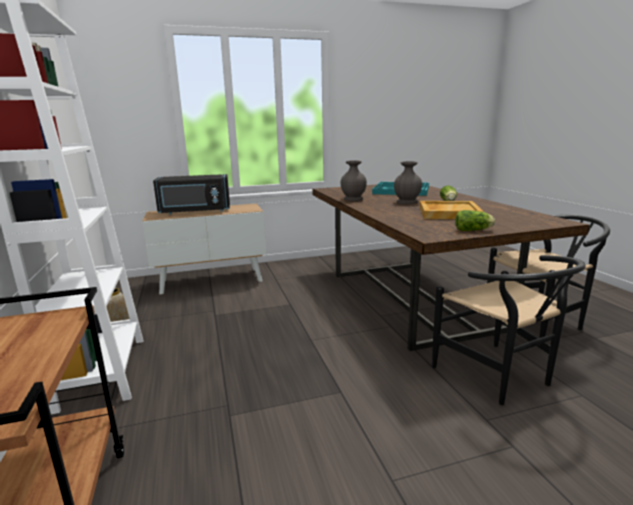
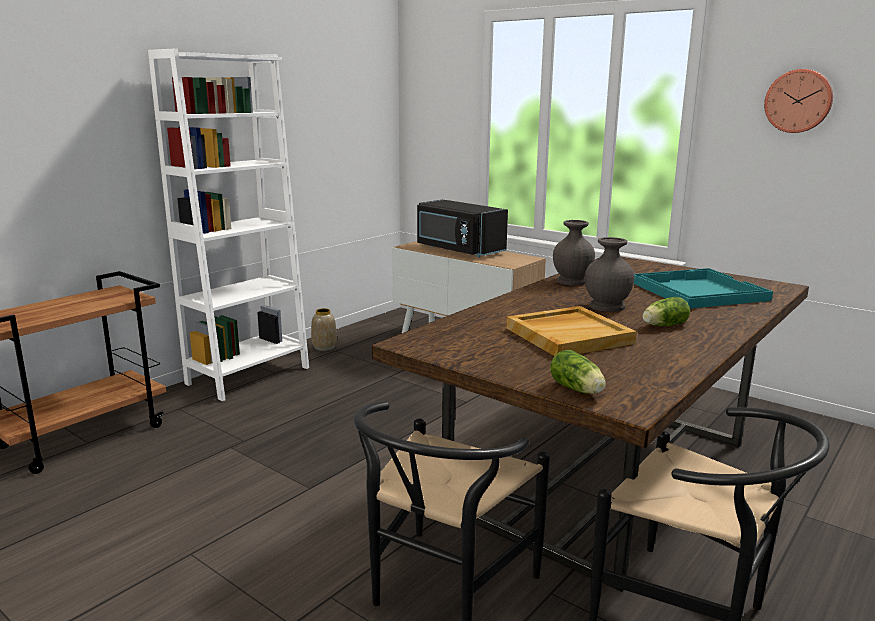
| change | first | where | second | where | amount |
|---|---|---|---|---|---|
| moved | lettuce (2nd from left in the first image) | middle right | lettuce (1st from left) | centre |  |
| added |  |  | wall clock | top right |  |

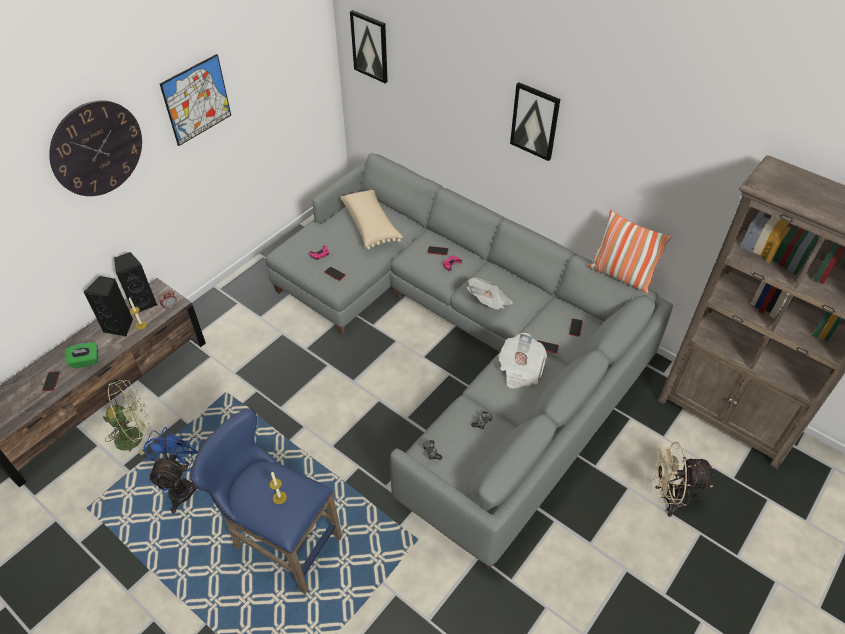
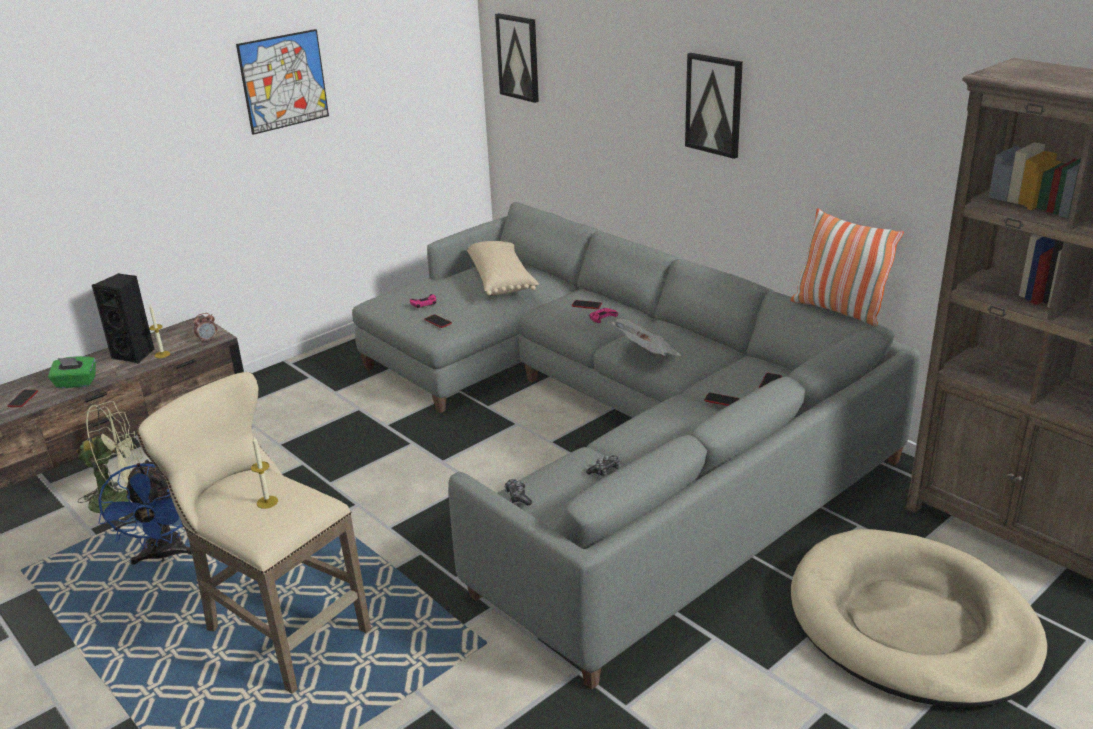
| change | first | where | second | where | amount |
|---|---|---|---|---|---|
| removed | wall clock | top left |  |  |  |
| removed | speaker/black (2nd from left) | middle left |  |  |  |
| turned | fan/blue | bottom left |  | bottom left | 150 degrees clockwise |
| recoloured | stool/blue | bottom left | stool/beige | bottom left |  |
| removed | newspaper (2nd from left) | centre |  |  |  |
| replaced | fan/beige | bottom right | dog bed/beige | bottom right |  |

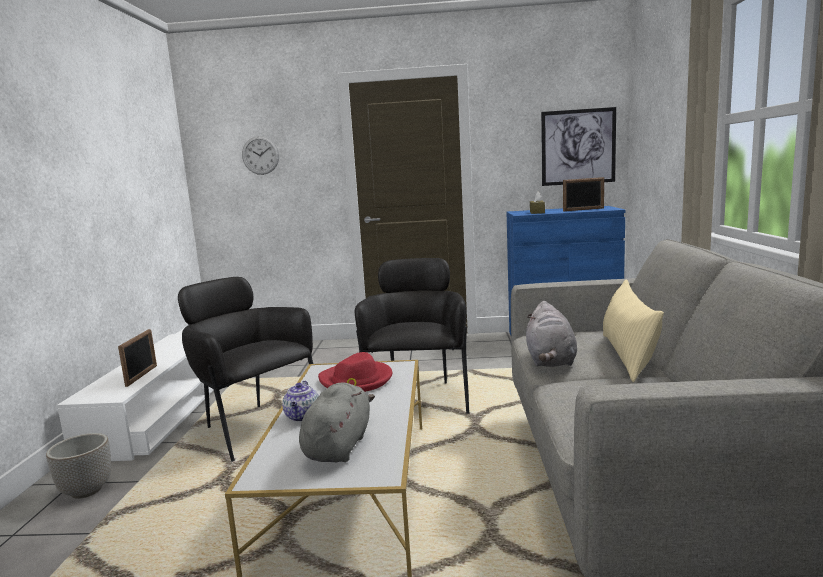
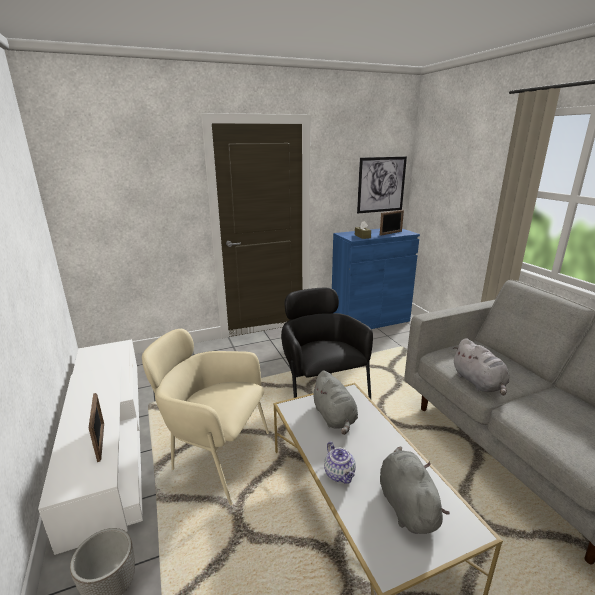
| change | first | where | second | where | amount |
|---|---|---|---|---|---|
| recoloured | armchair/black (1st from left) | middle left | armchair/beige | bottom centre |  |
| removed | wall clock | top left |  |  |  |
| replaced | hat/red | centre | plush toy/grey (1st from left) | bottom centre |  |
| removed | pillow/beige | middle right |  |  |  |

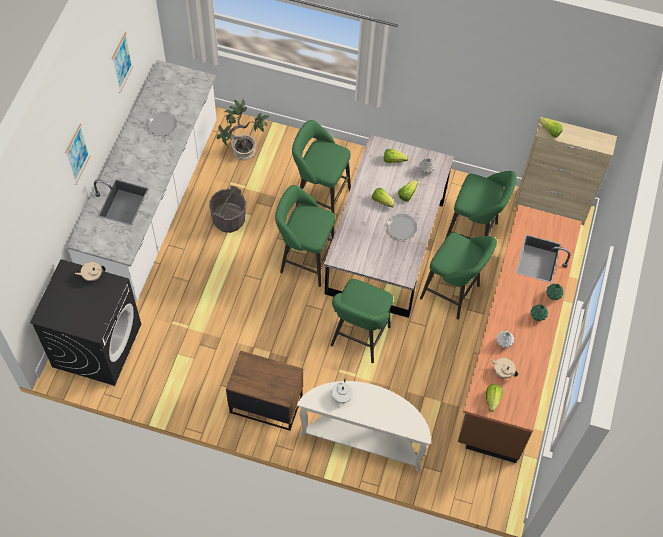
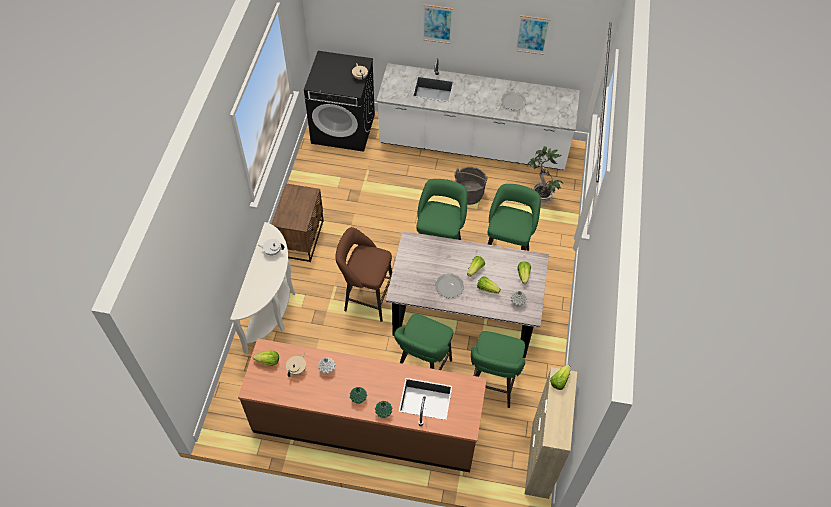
| change | first | where | second | where | amount |
|---|---|---|---|---|---|
| recoloured | stool/green (3rd from left) | centre | stool/brown | centre |  |

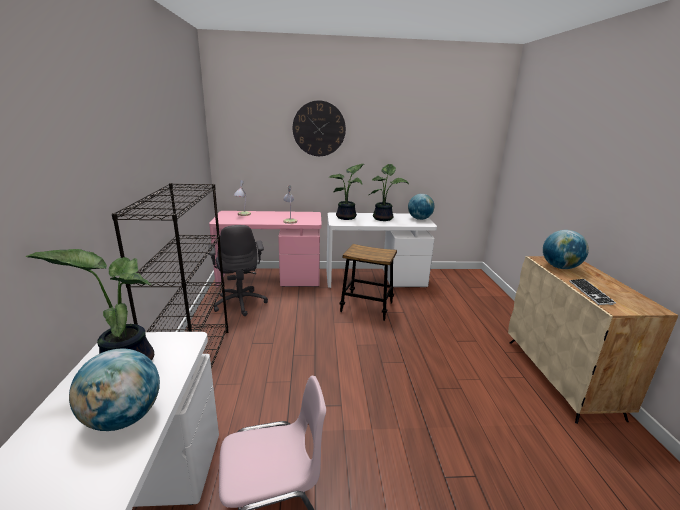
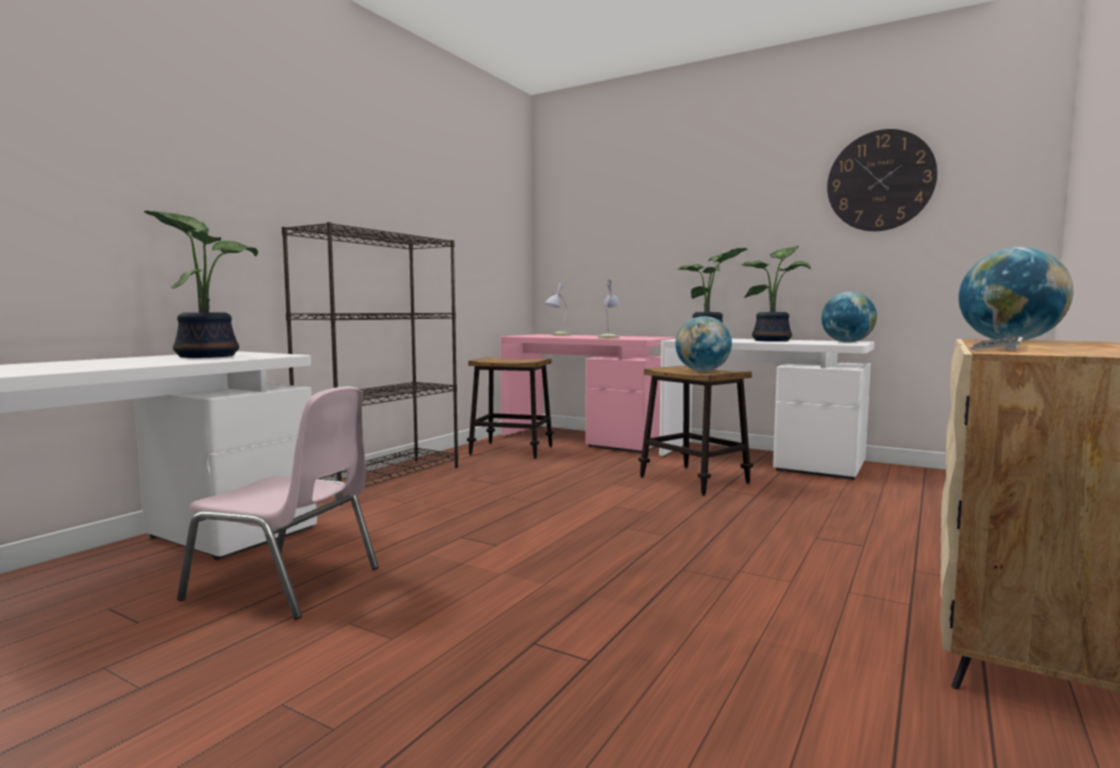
| change | first | where | second | where | amount |
|---|---|---|---|---|---|
| moved | globe (1st from left) | bottom left |  | centre |  |
| replaced | office chair/grey | centre | stool (1st from left) | centre |  |
| moved | wall clock | top centre |  | top right |  |

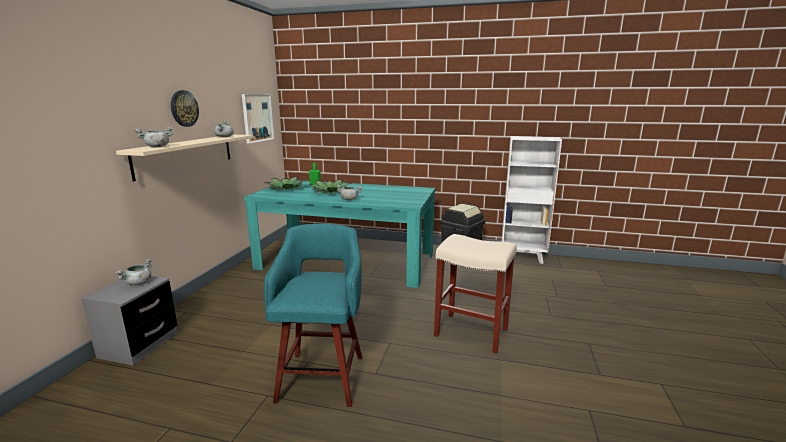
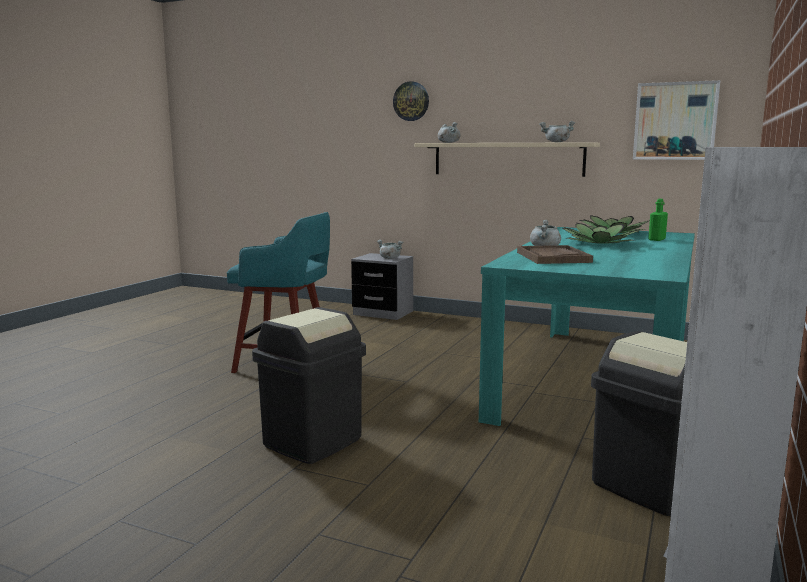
| change | first | where | second | where | amount |
|---|---|---|---|---|---|
| moved | wall clock | top left |  | top centre |  |
| replaced | stool/beige | centre | trash can/black (1st from left) | centre |  |
| added |  |  | tray/brown | middle right |  |

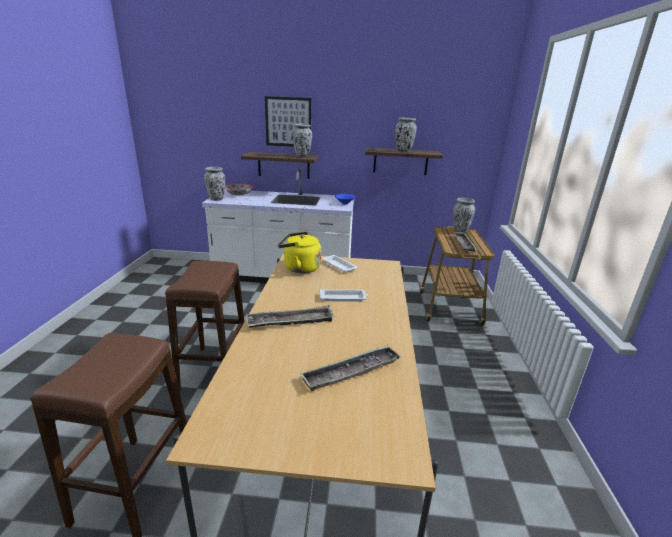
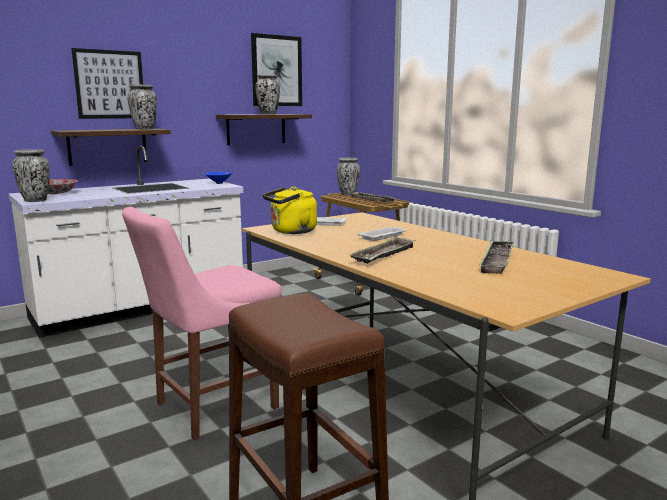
| change | first | where | second | where | amount |
|---|---|---|---|---|---|
| replaced | stool/brown (2nd from left) | middle left | chair/pink | middle left |  |
| added |  |  | picture (2nd from left) | top centre |  |

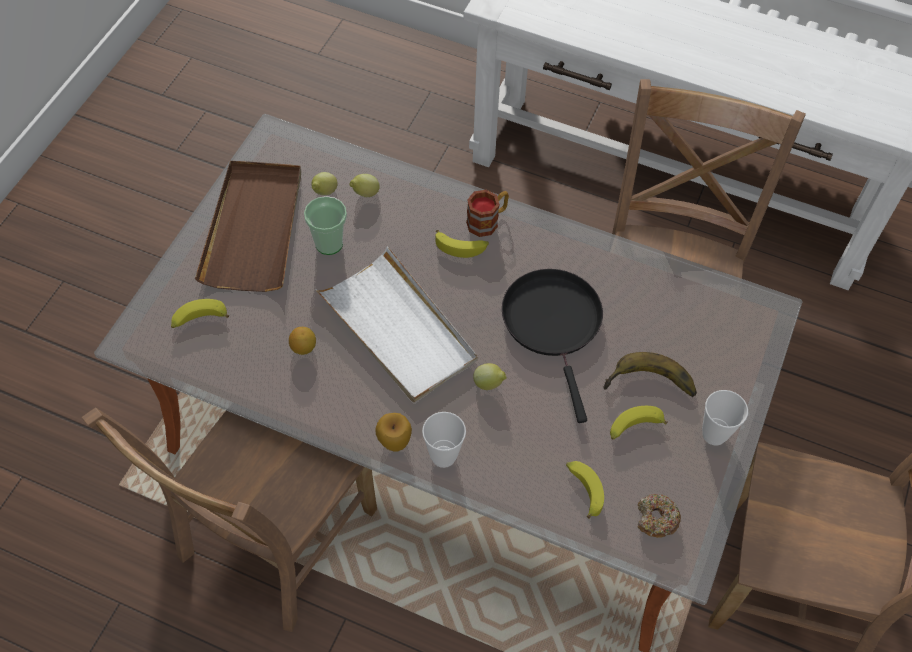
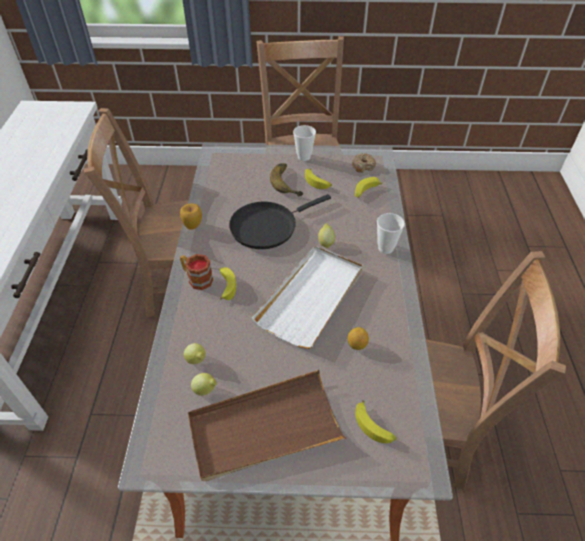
| change | first | where | second | where | amount |
|---|---|---|---|---|---|
| removed | cup (1st from left) | centre |  |  |  |
| moved | apple | centre |  | middle left |  |

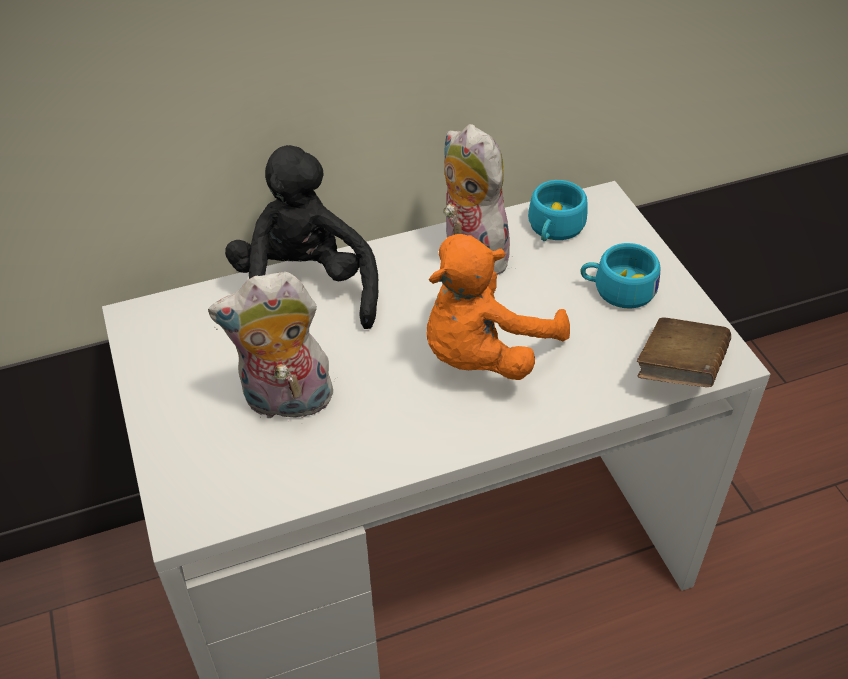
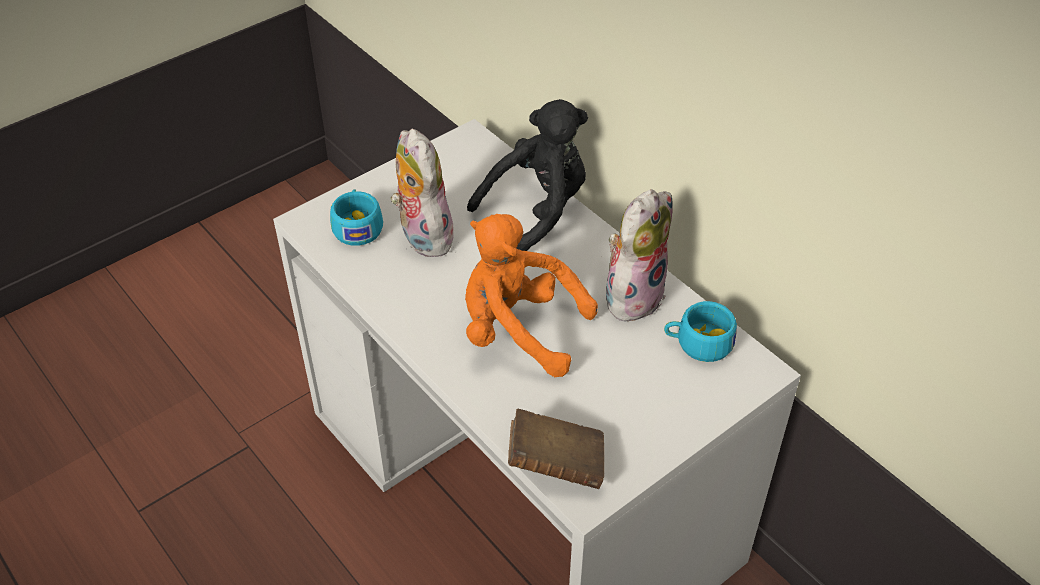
| change | first | where | second | where | amount |
|---|---|---|---|---|---|
| moved | cup/turquoise (2nd from left in the first image) | middle right | cup/turquoise (1st from left) | centre |  |

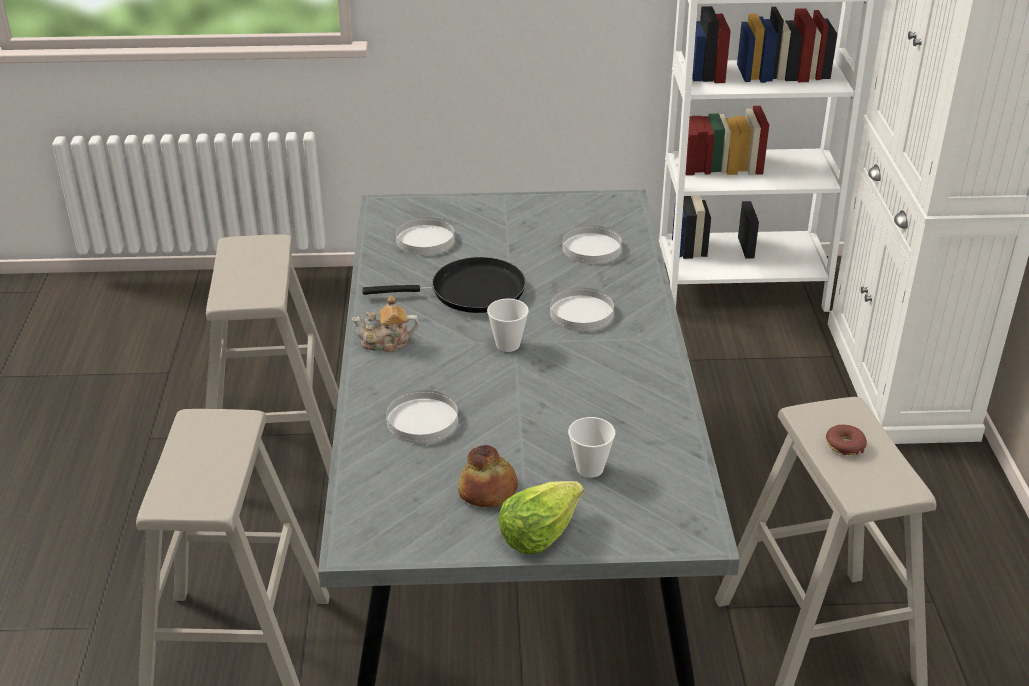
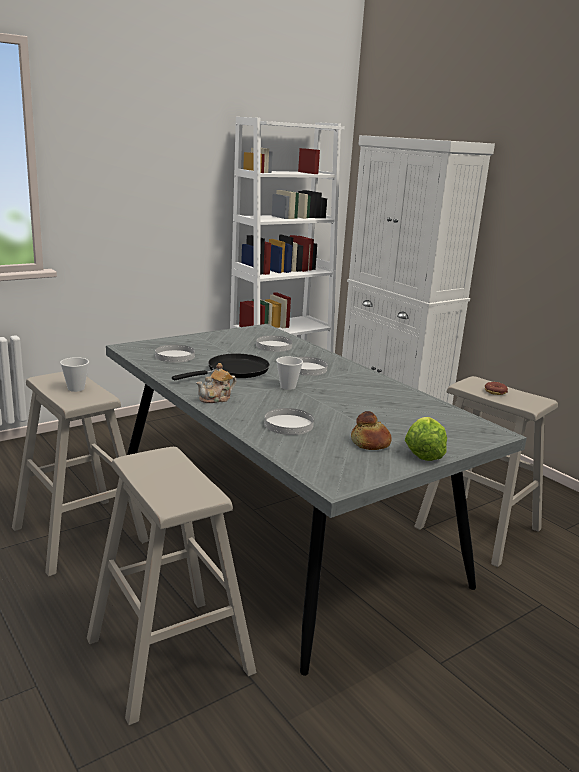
| change | first | where | second | where | amount |
|---|---|---|---|---|---|
| moved | cup (2nd from left in the first image) | centre | cup (1st from left) | middle left |  |

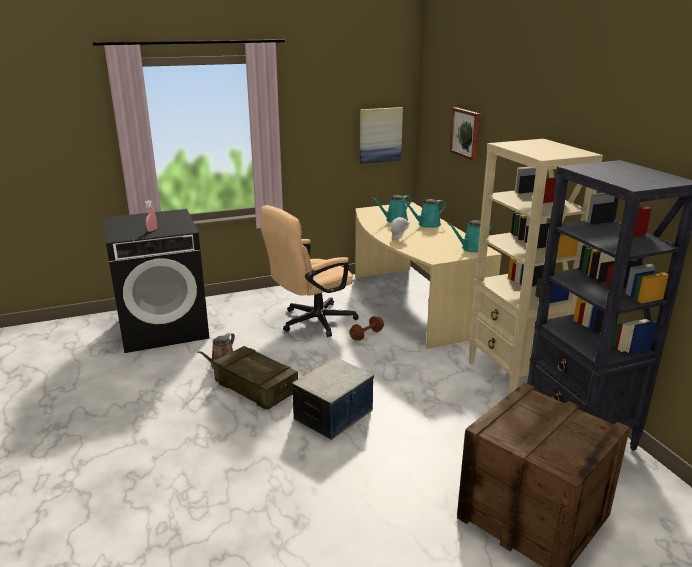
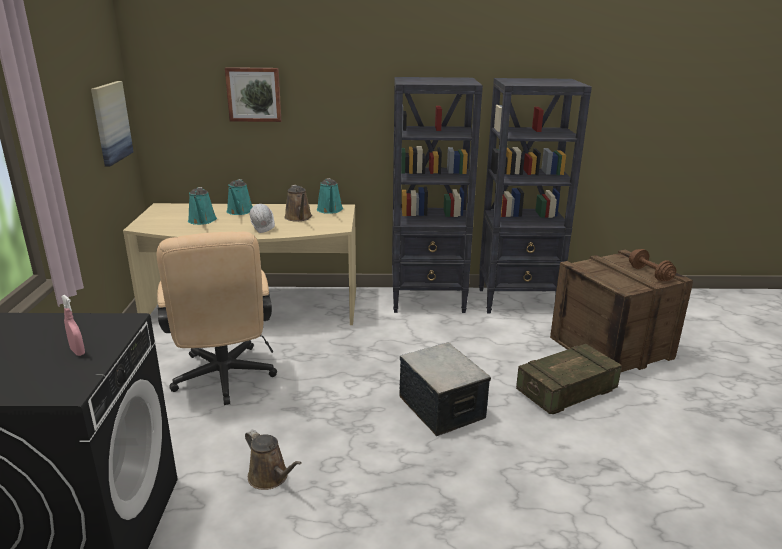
| change | first | where | second | where | amount |
|---|---|---|---|---|---|
| moved | crate (1st from left) | centre |  | bottom right |  |
| moved | dumbbell/brown | centre |  | middle right |  |
| recoloured | bookcase/beige | middle right | bookcase/black (1st from left) | centre |  |
| added |  |  | watering can/brown (2nd from left) | centre |  |

